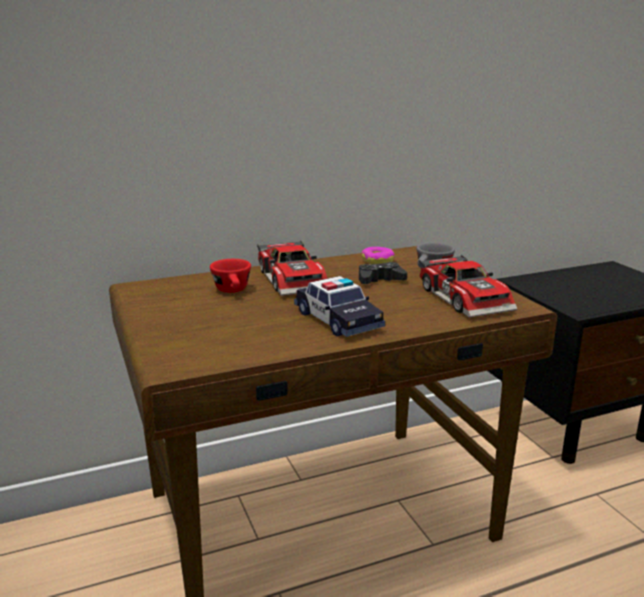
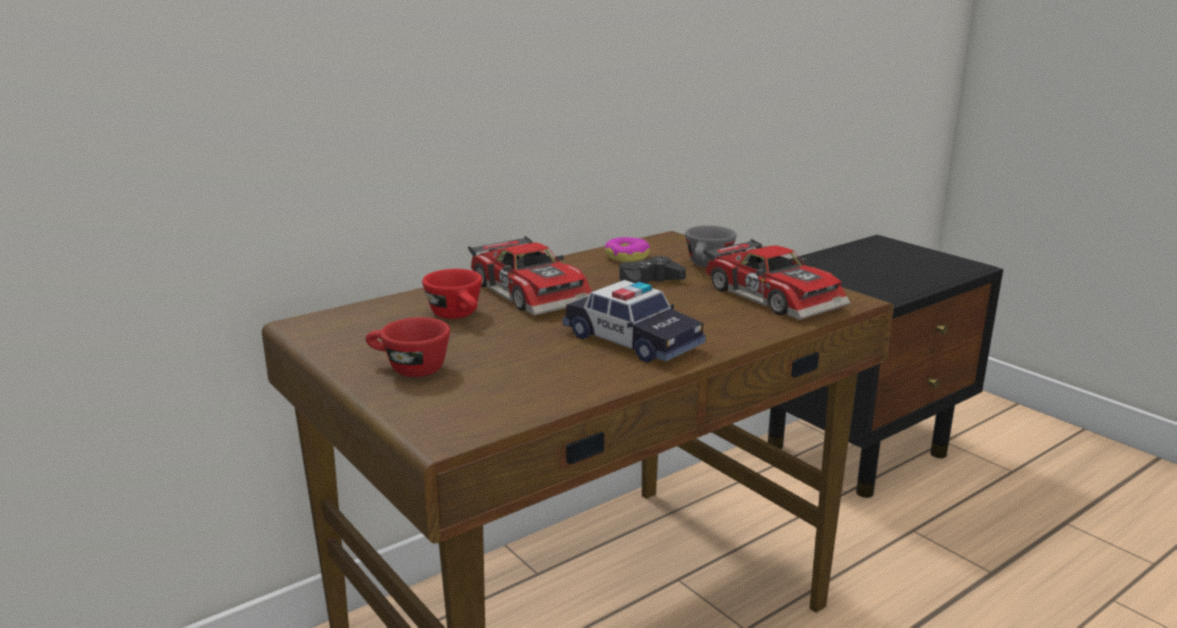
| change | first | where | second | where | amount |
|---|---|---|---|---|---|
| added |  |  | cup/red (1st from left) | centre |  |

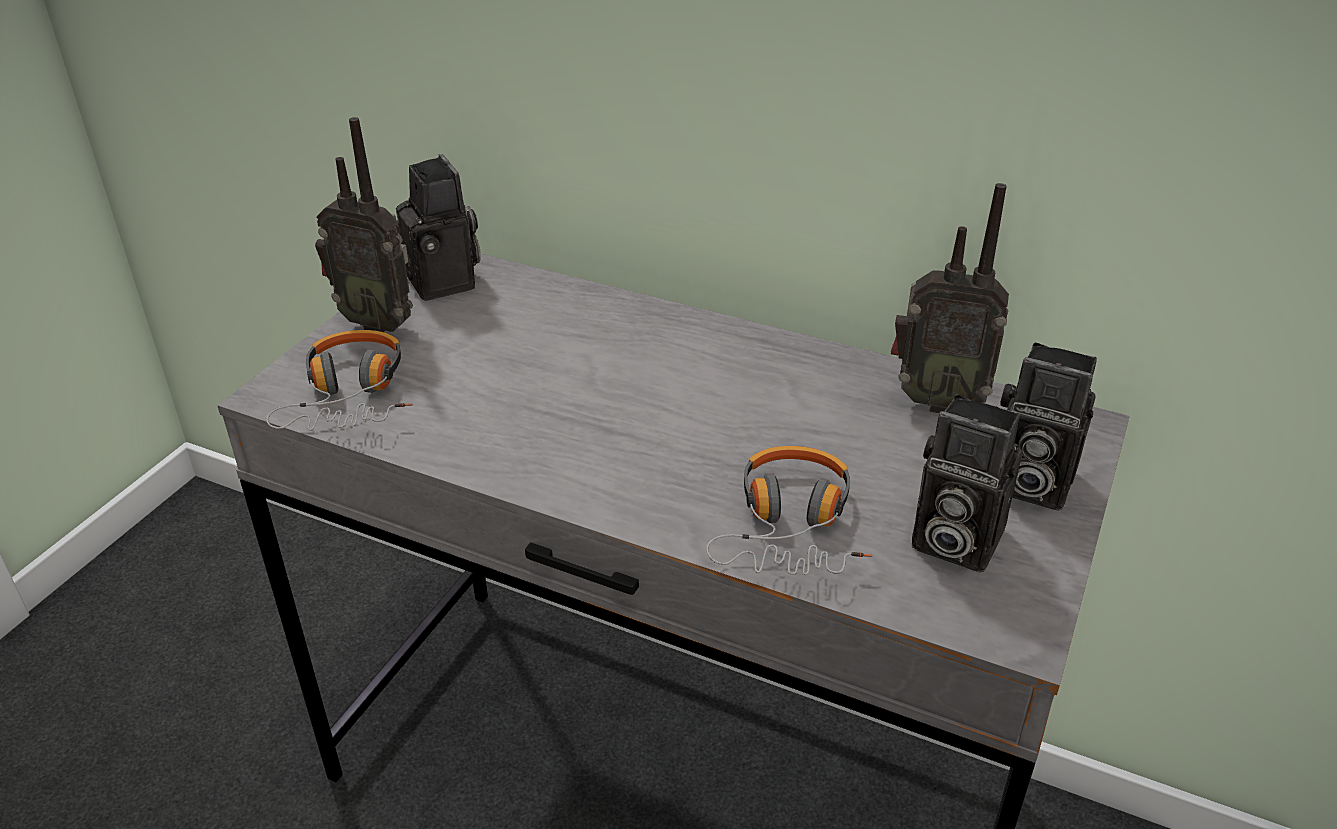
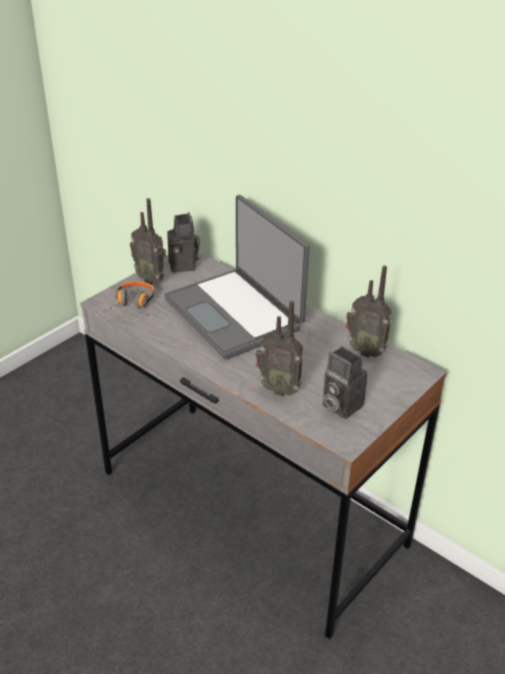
| change | first | where | second | where | amount |
|---|---|---|---|---|---|
| replaced | headphones (2nd from left) | centre | radio (2nd from left) | centre |  |
| removed | photo camera (3rd from left) | middle right |  |  |  |
| added |  |  | laptop | centre |  |

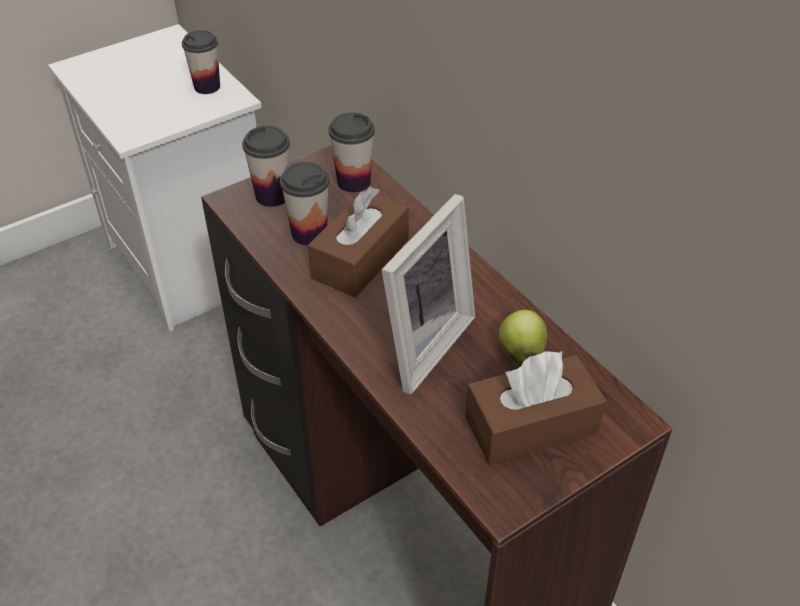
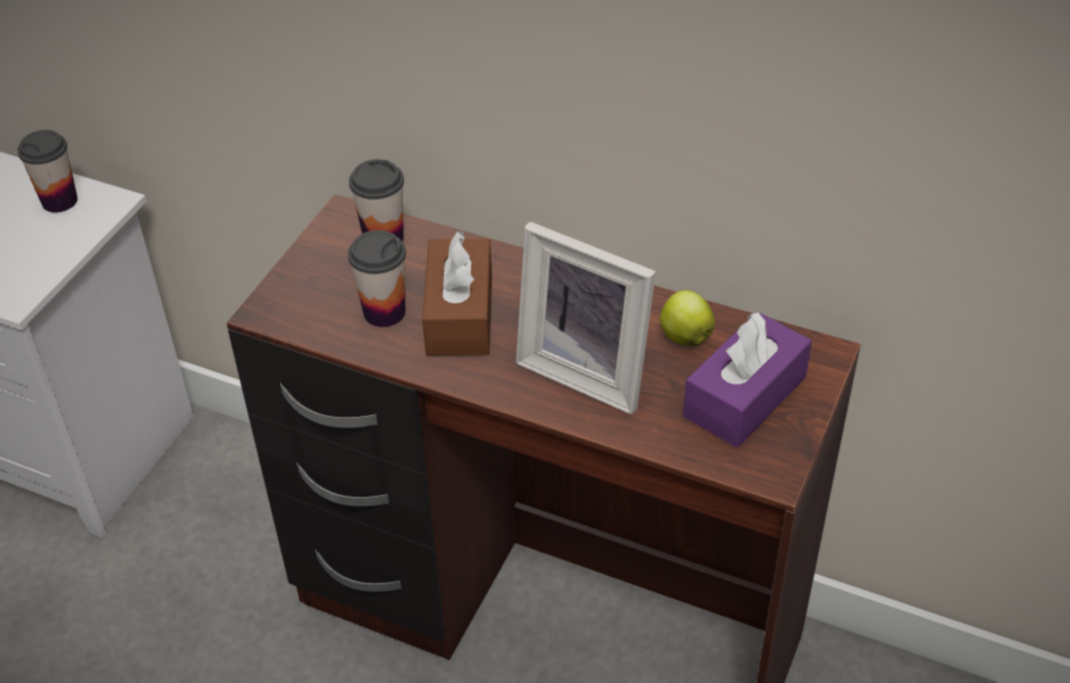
| change | first | where | second | where | amount |
|---|---|---|---|---|---|
| removed | cup (2nd from left) | top left |  |  |  |
| turned | picture frame | centre |  | centre | 120 degrees clockwise |
| recoloured | tissue box/brown (2nd from left) | bottom right | tissue box/purple | middle right |  |

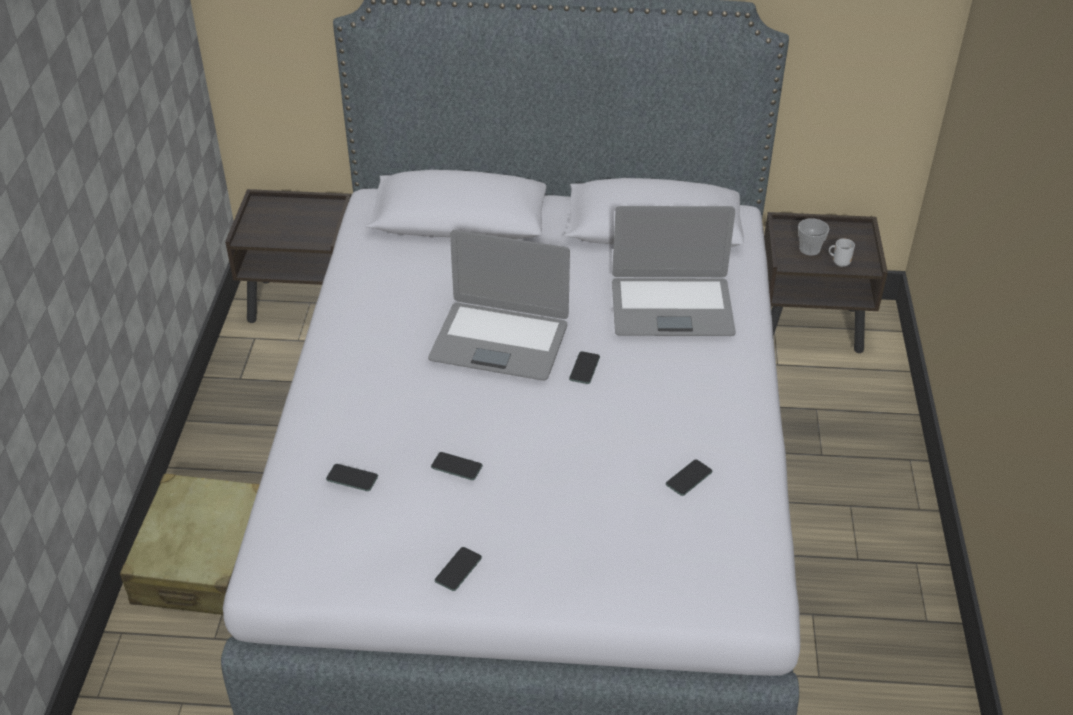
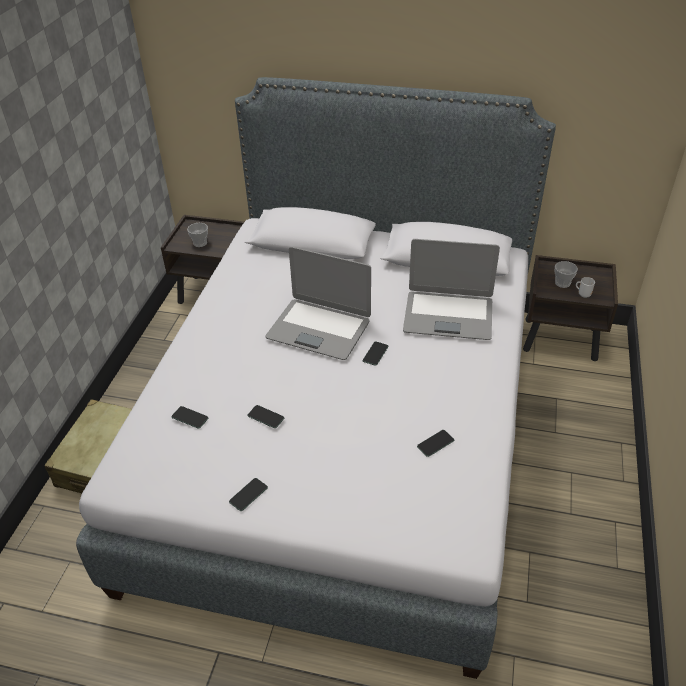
| change | first | where | second | where | amount |
|---|---|---|---|---|---|
| added |  |  | cup (1st from left) | middle left |  |

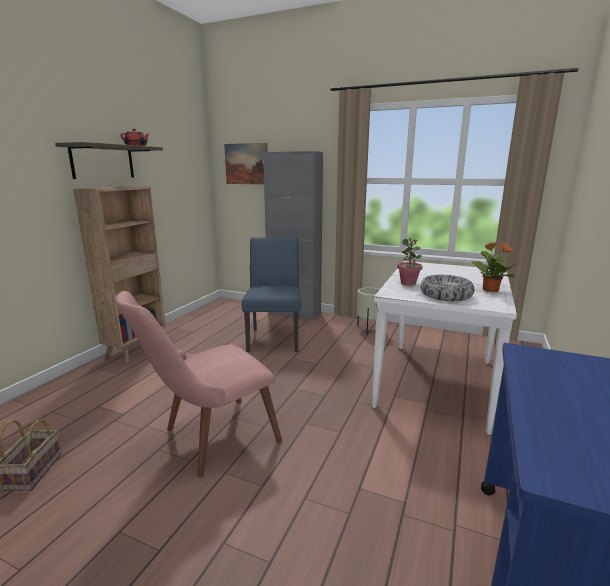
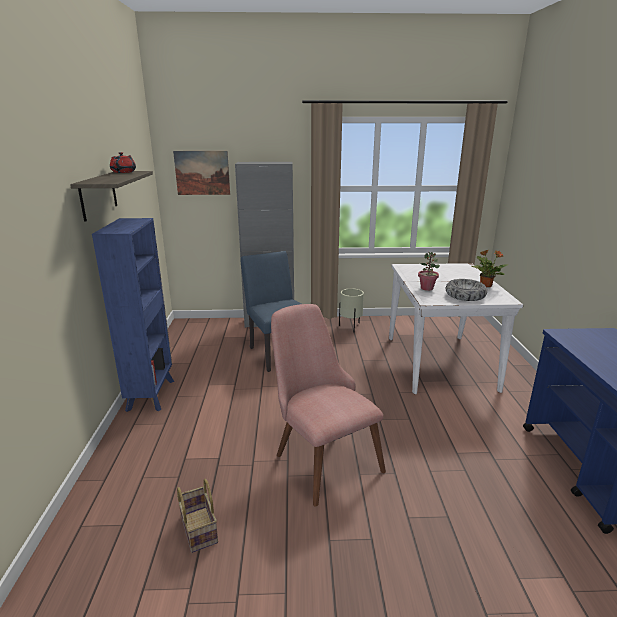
| change | first | where | second | where | amount |
|---|---|---|---|---|---|
| recoloured | bookcase/brown | middle left | bookcase/blue | middle left |  |
| turned | chair/pink | middle left |  | centre | 120 degrees clockwise |

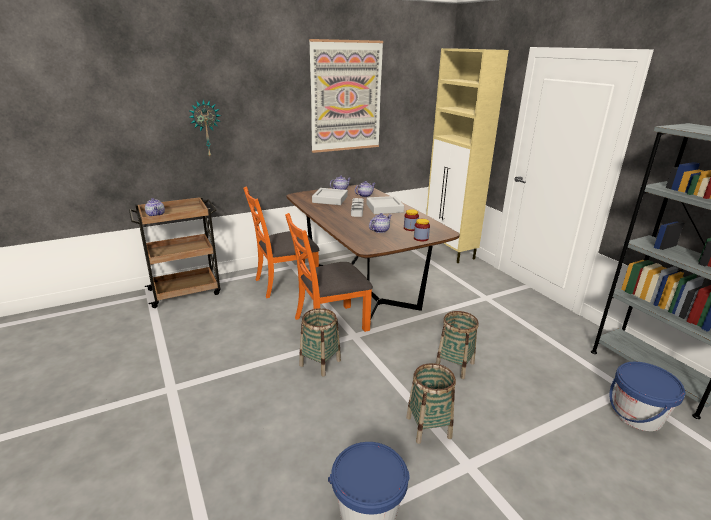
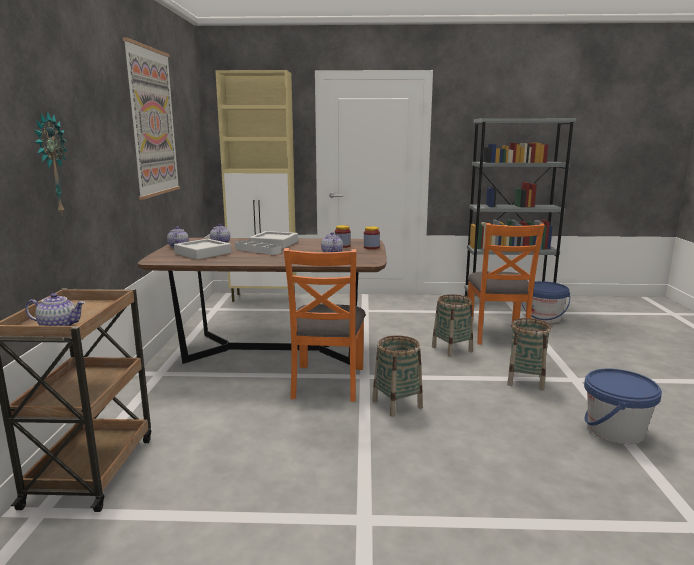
| change | first | where | second | where | amount |
|---|---|---|---|---|---|
| moved | chair/orange (1st from left in the first image) | centre | chair/orange (2nd from left) | middle right |  |

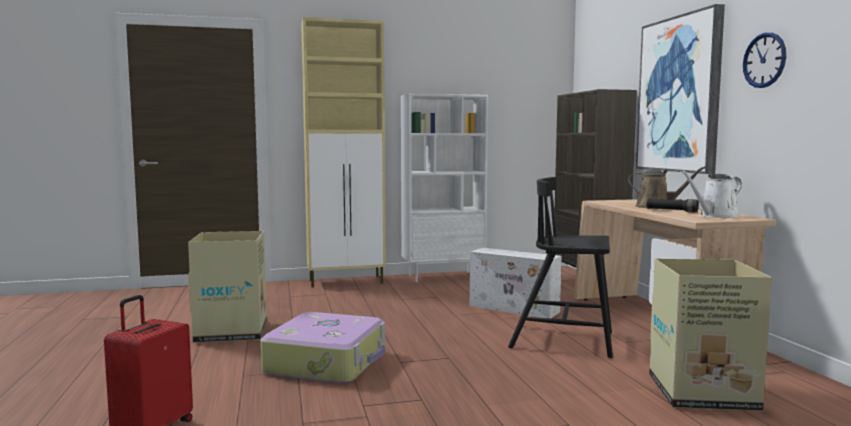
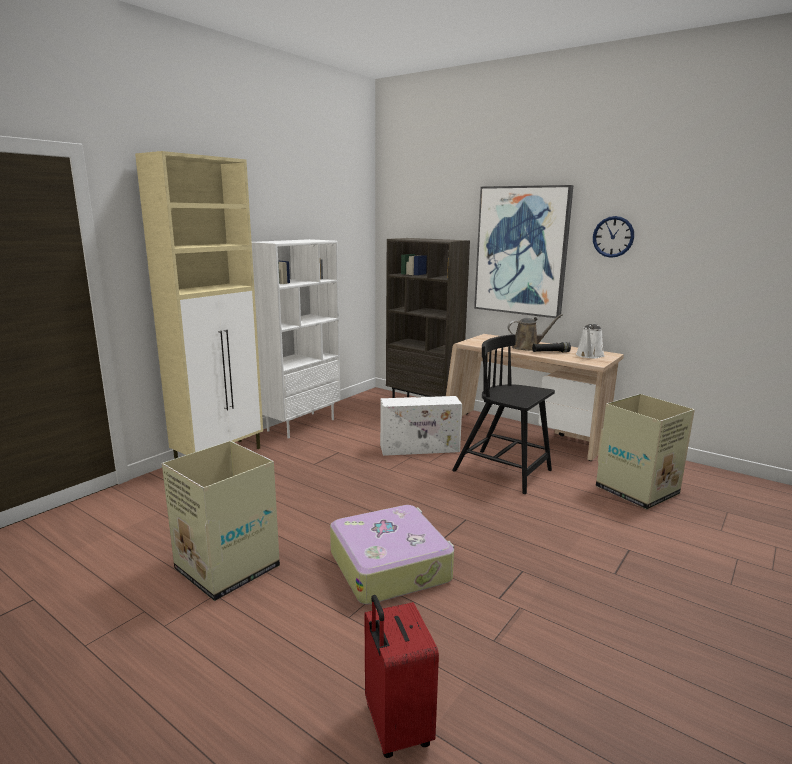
| change | first | where | second | where | amount |
|---|---|---|---|---|---|
| turned | chair/black | centre |  | centre | 60 degrees clockwise |

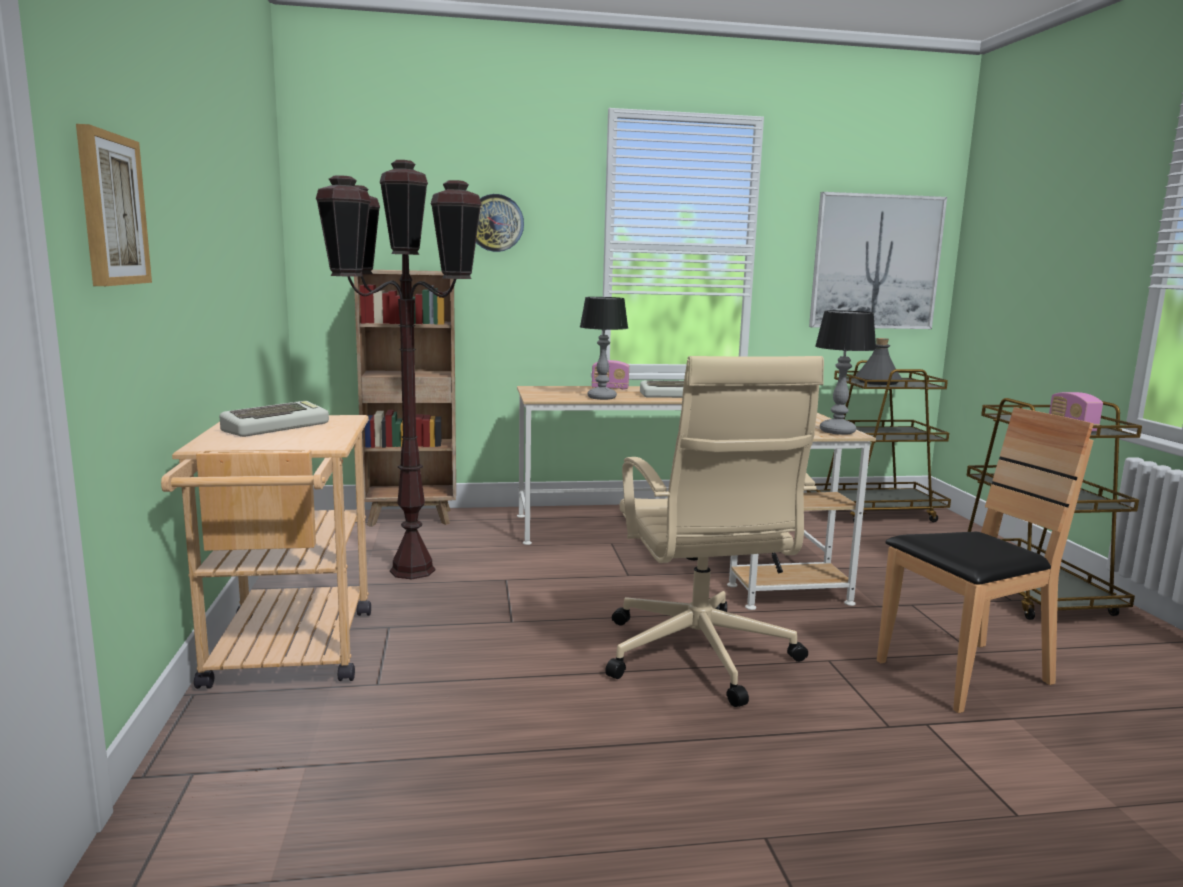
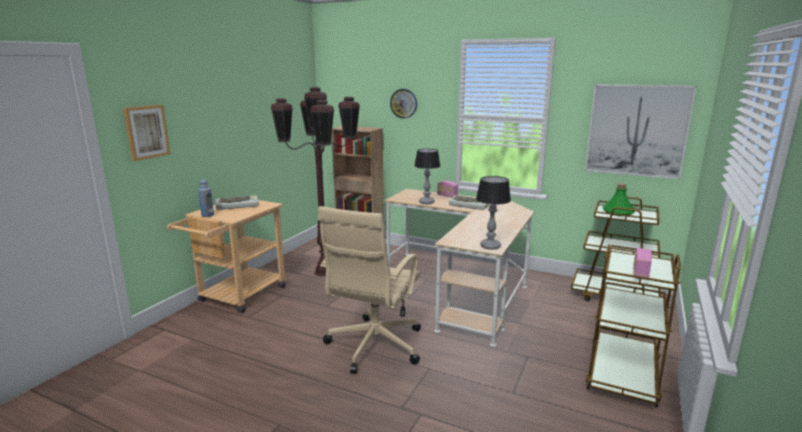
| change | first | where | second | where | amount |
|---|---|---|---|---|---|
| recoloured | bottle/grey | middle right | bottle/green | middle right |  |
| removed | chair/brown | middle right |  |  |  |
| added |  |  | bottle/blue | middle left |  |

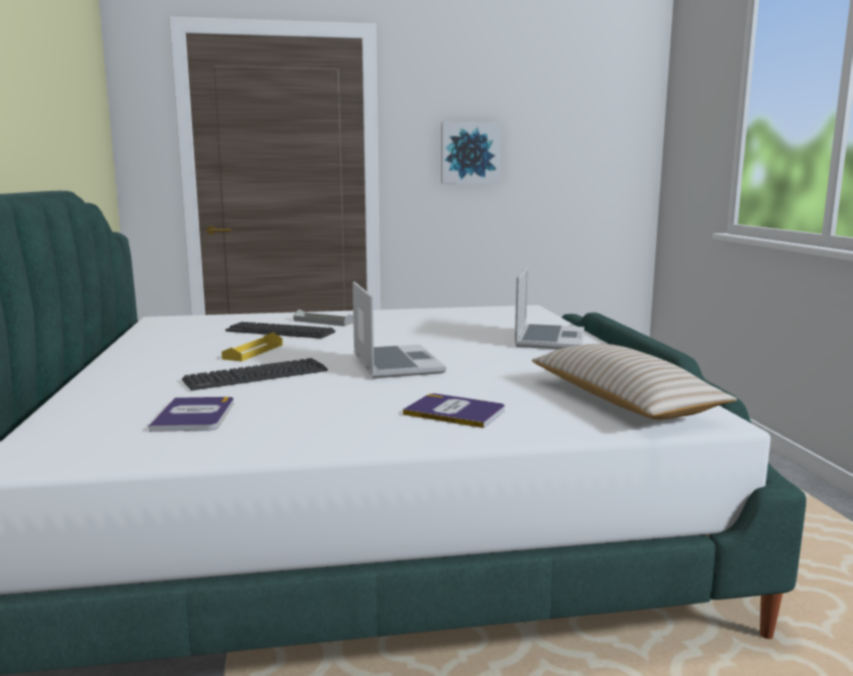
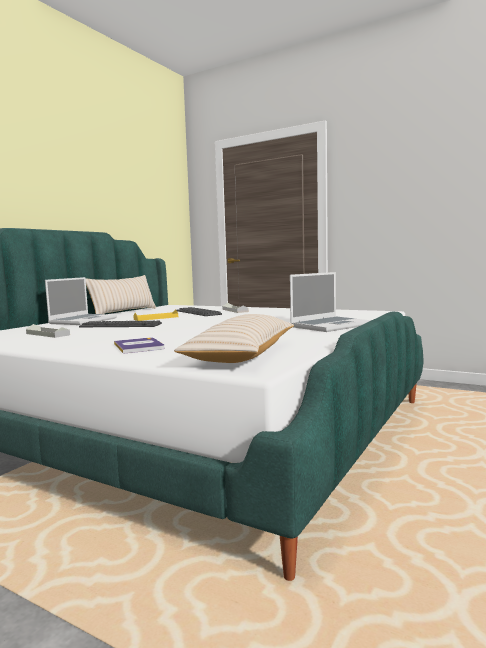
| change | first | where | second | where | amount |
|---|---|---|---|---|---|
| replaced | book (1st from left) | middle left | tray/grey (1st from left) | middle left |  |
| moved | laptop (1st from left) | centre |  | middle left |  |
| removed | picture | top centre |  |  |  |
| added |  |  | pillow/beige (1st from left) | middle left |  |

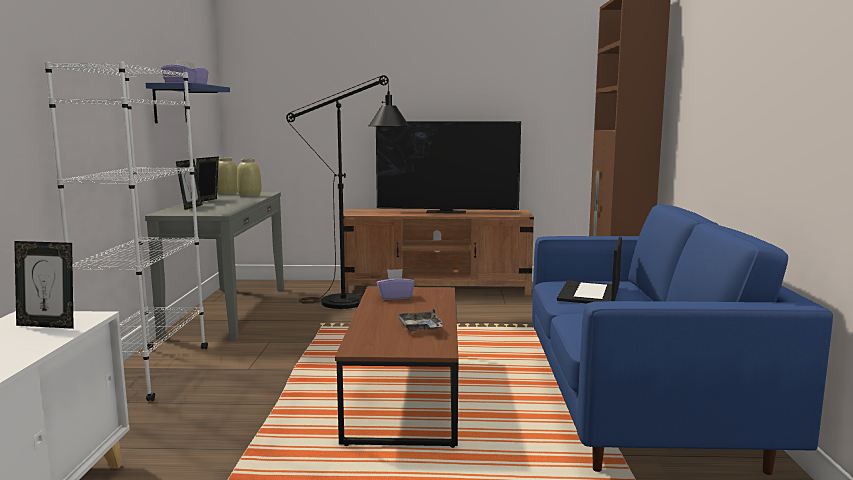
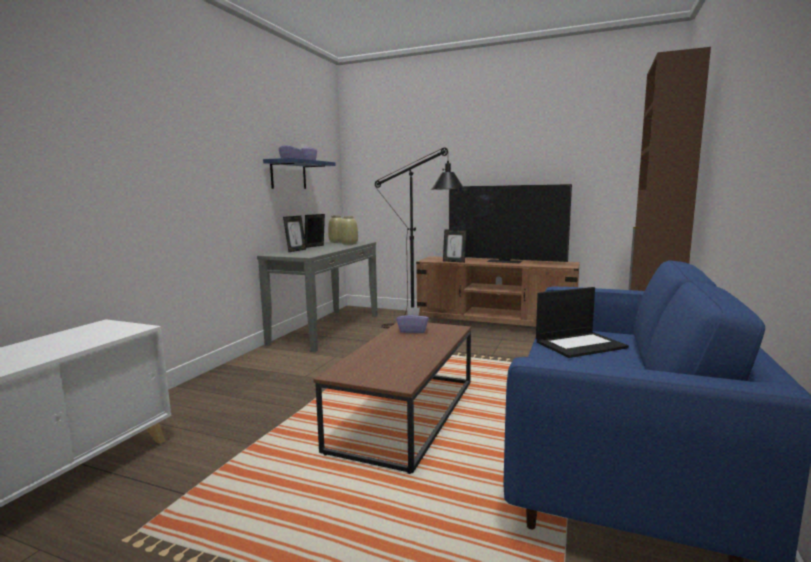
| change | first | where | second | where | amount |
|---|---|---|---|---|---|
| moved | picture frame (1st from left in the first image) | middle left | picture frame (3rd from left) | centre |  |
| removed | bookcase/white | middle left |  |  |  |
| removed | tray/grey | centre |  |  |  |
| turned | laptop | middle right |  | middle right | 150 degrees counterclockwise |

